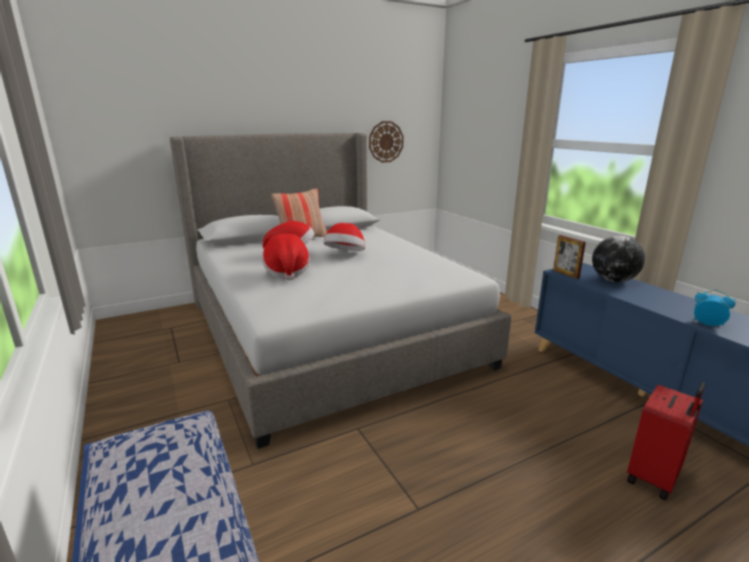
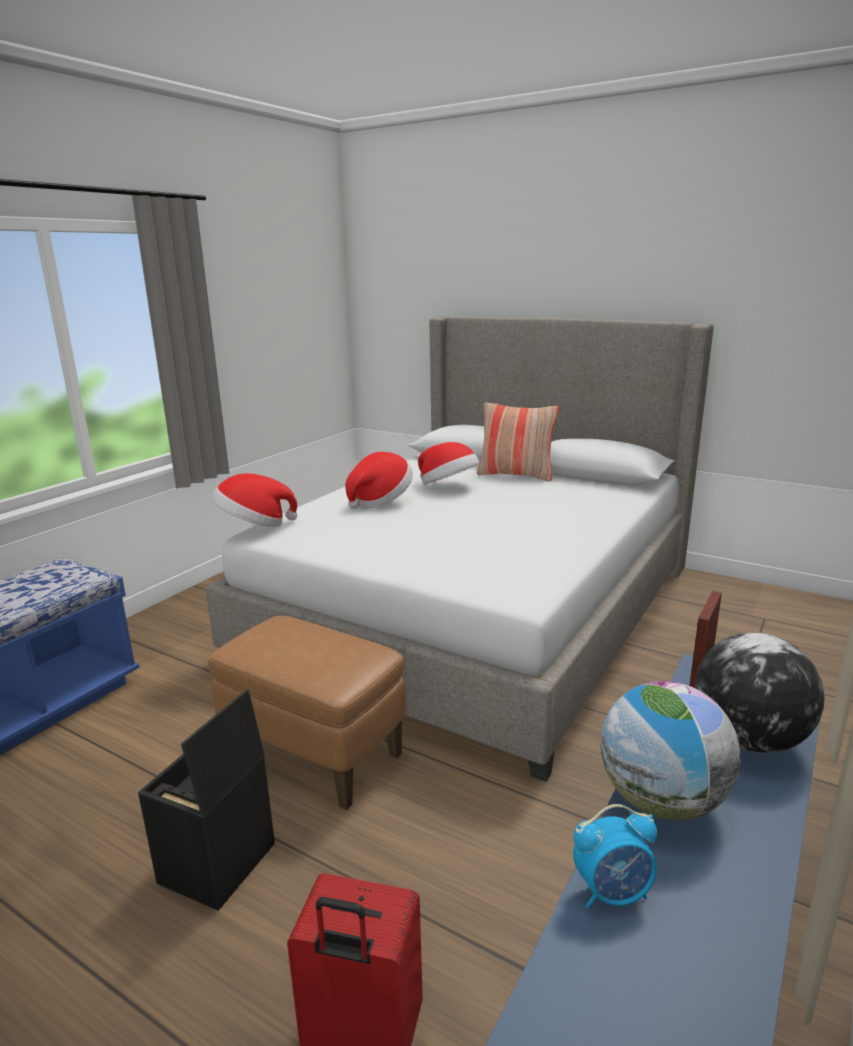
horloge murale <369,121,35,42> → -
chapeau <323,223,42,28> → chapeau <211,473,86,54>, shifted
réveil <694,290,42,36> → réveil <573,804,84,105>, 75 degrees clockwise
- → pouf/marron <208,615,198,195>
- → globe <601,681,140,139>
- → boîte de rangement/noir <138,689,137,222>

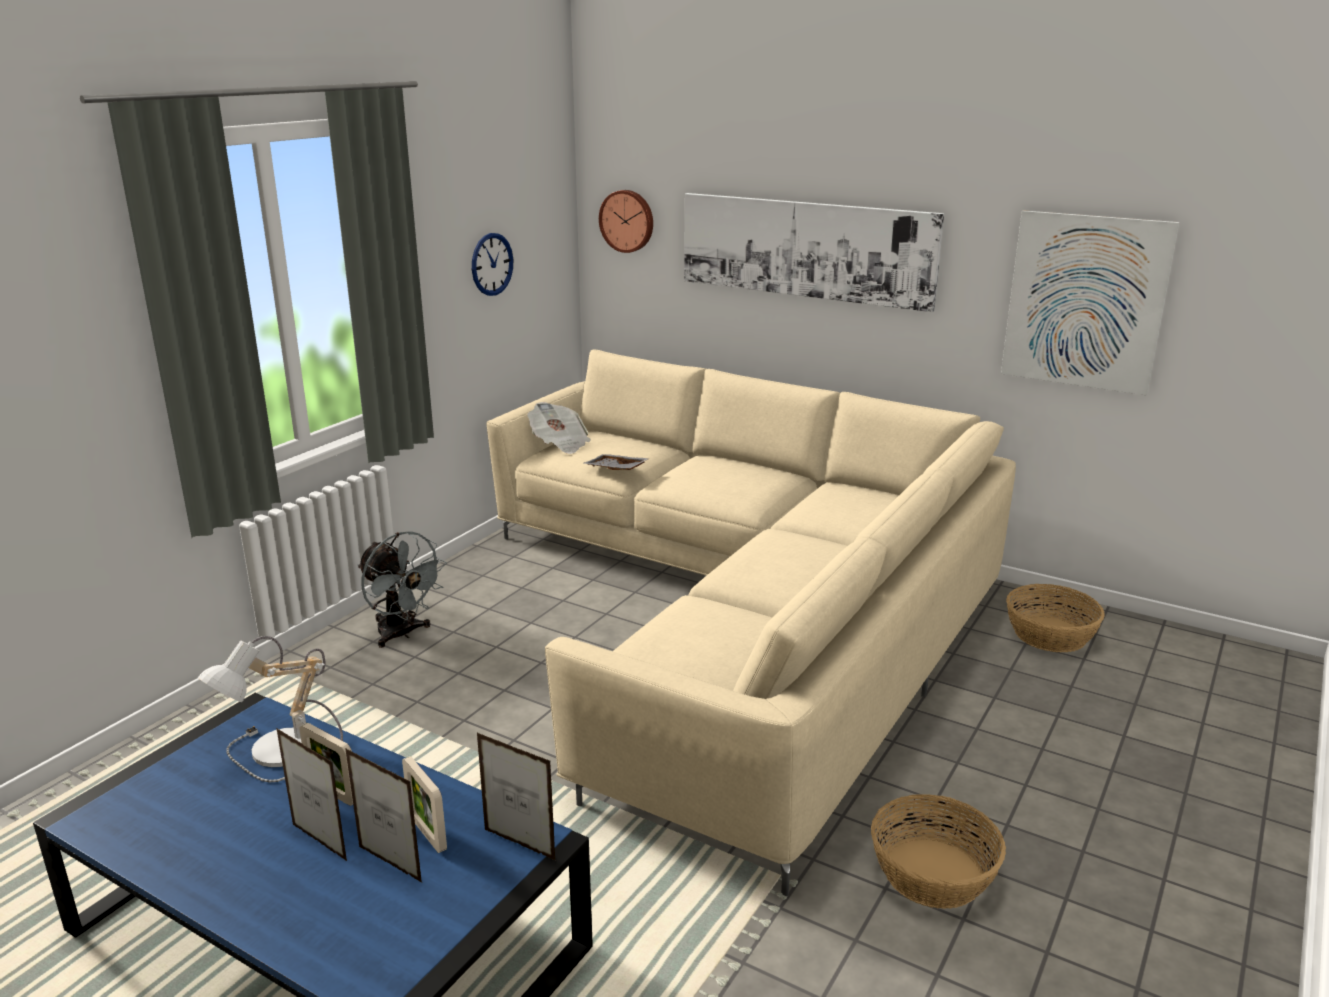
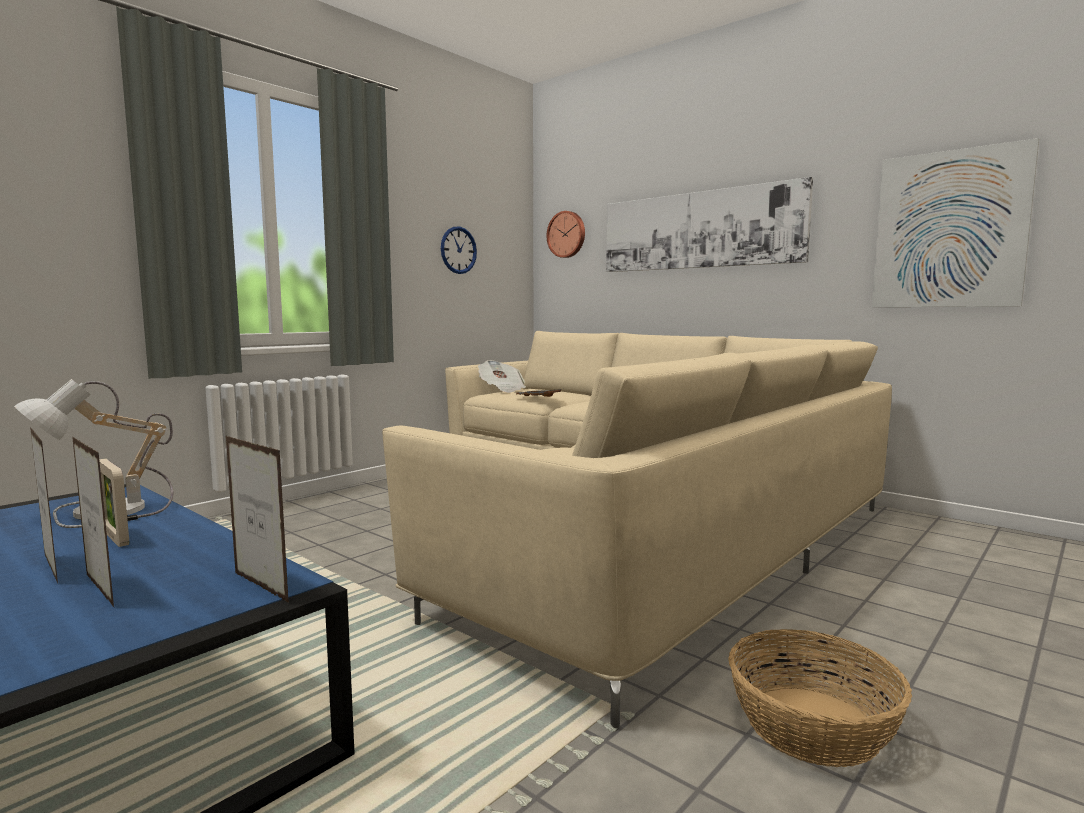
ventilateur/gris <358,531,89,117> → -
panier <1006,584,99,68> → -
cadre photo <402,756,45,97> → -

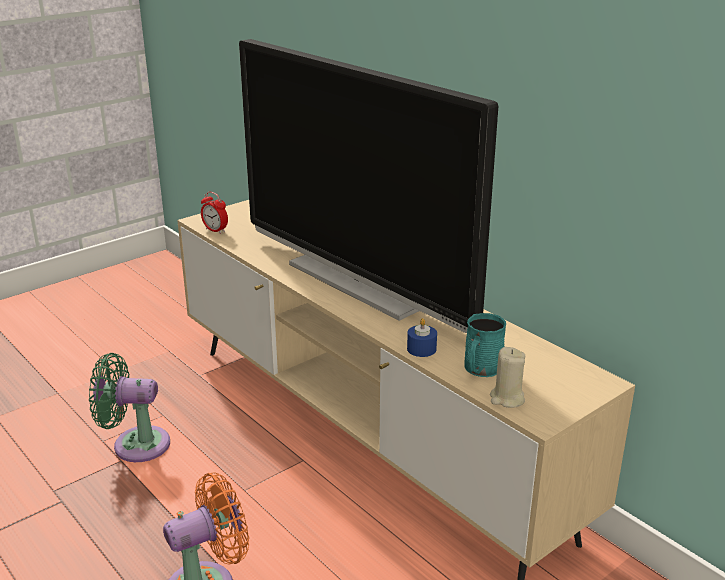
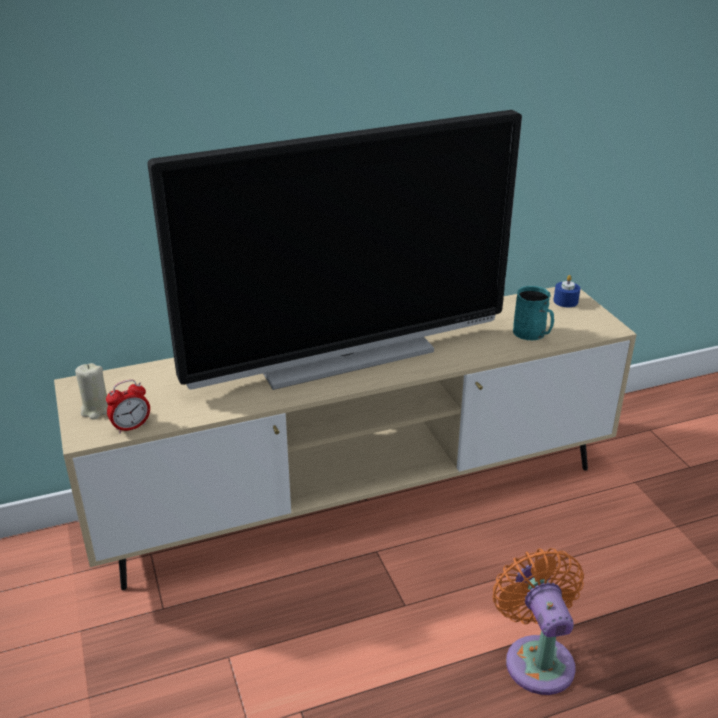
bougie/bleu <407,318,30,39> → bougie/bleu <553,275,27,32>, shifted
bougie/beige <490,347,35,61> → bougie/beige <75,363,33,57>, shifted
ventilateur/vert <89,353,81,109> → -

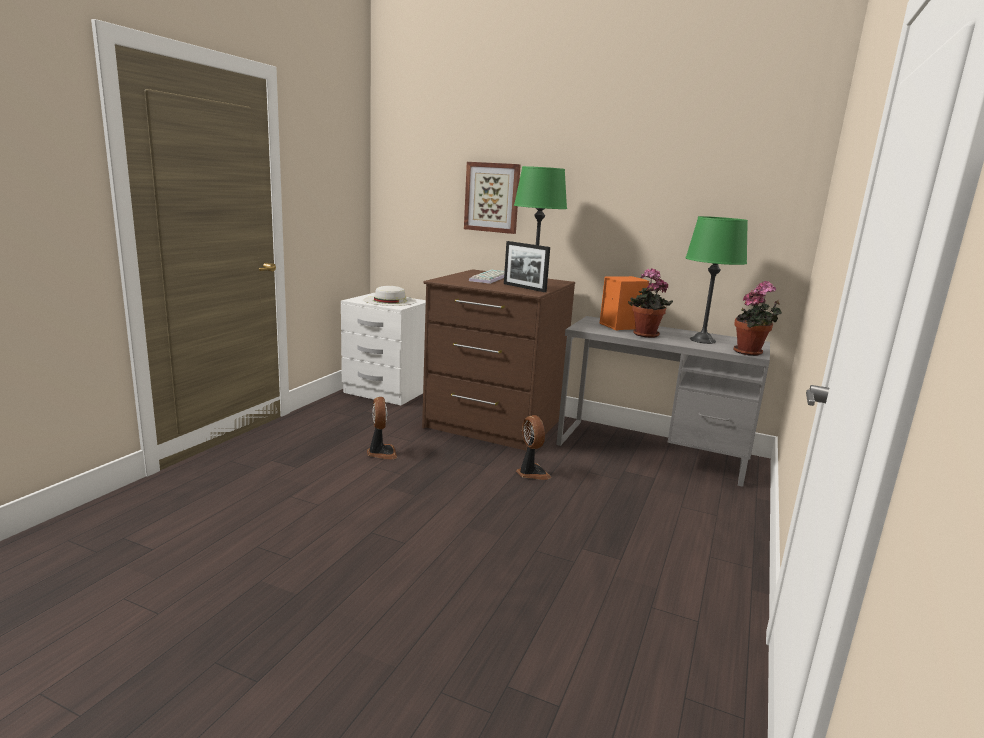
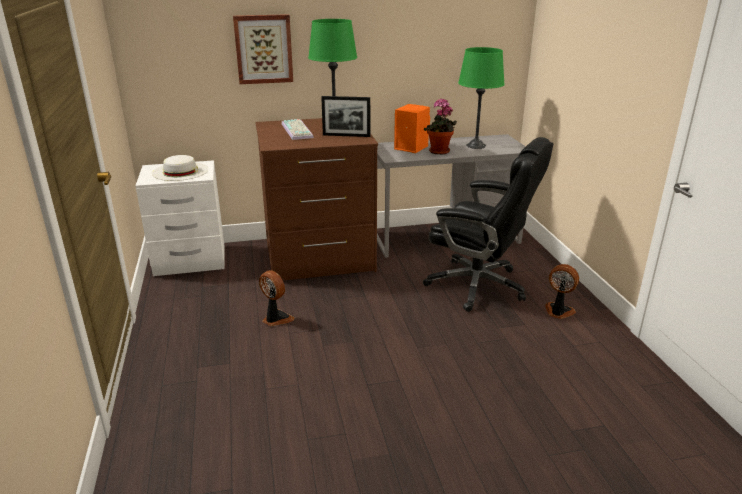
plante en pot <733,281,49,75> → -
ventilateur <516,415,35,65> → ventilateur <545,264,34,55>, shifted
- → chaise de bureau/noir <423,137,130,175>

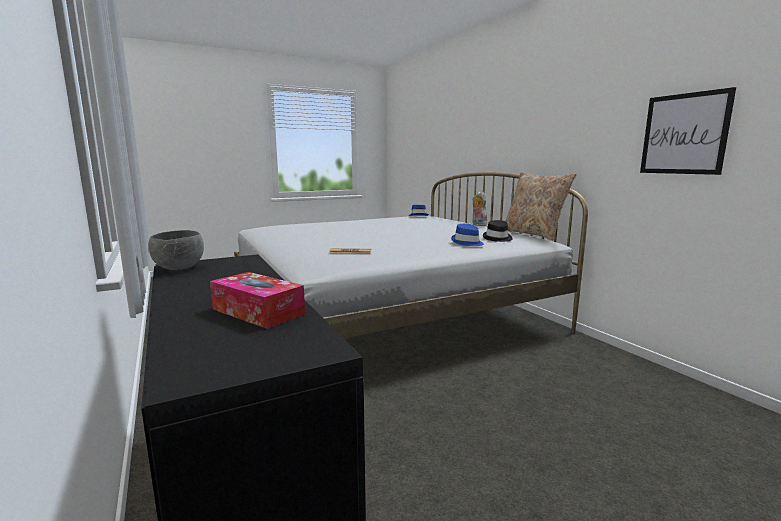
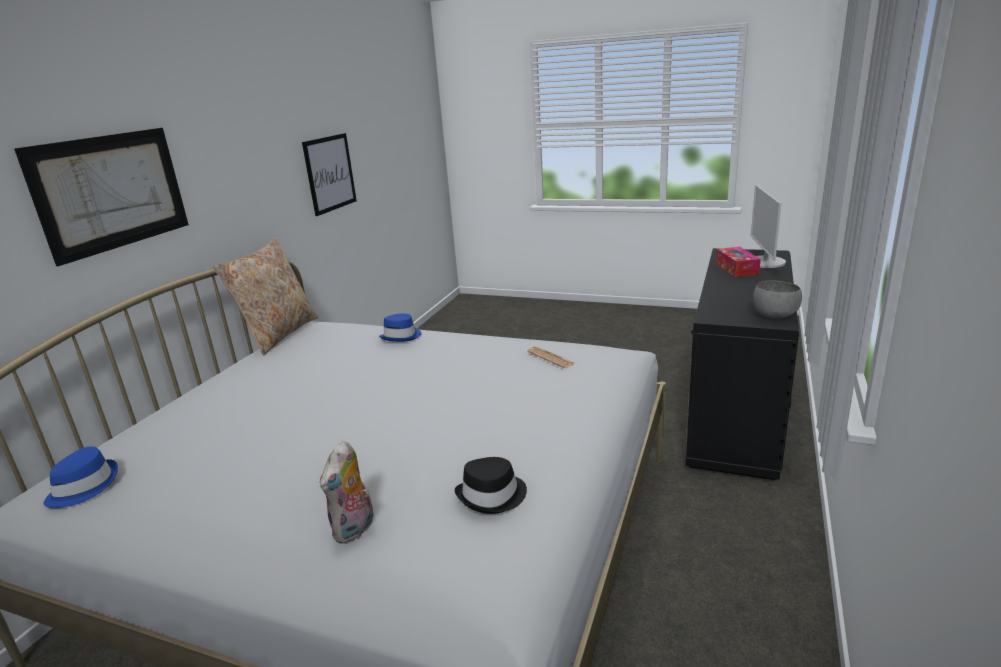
peluche <473,192,14,34> → peluche <320,441,54,103>, shifted
chapeau/noir <483,220,29,22> → chapeau/noir <455,457,72,57>, shifted
- → tableau <14,128,175,138>
- → écran d'ordinateur <751,185,35,83>

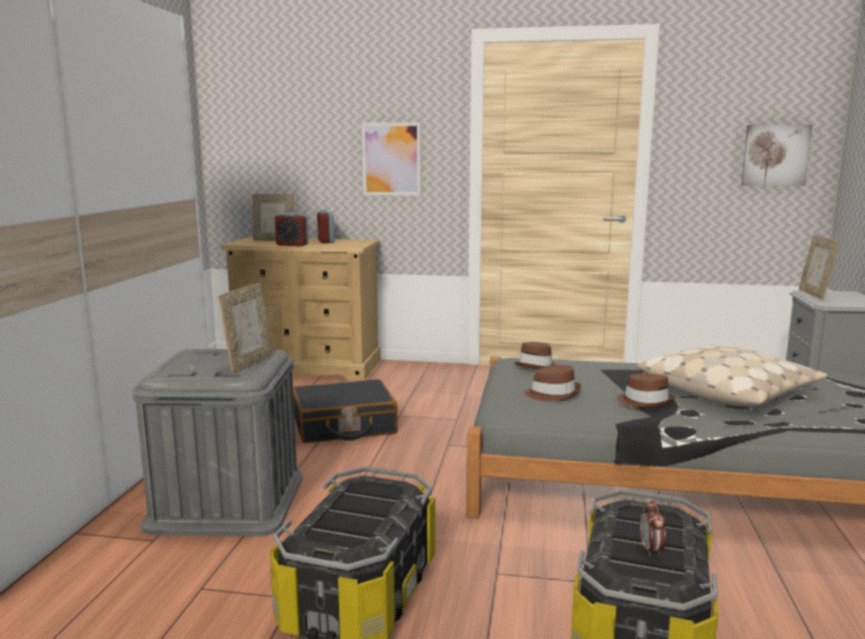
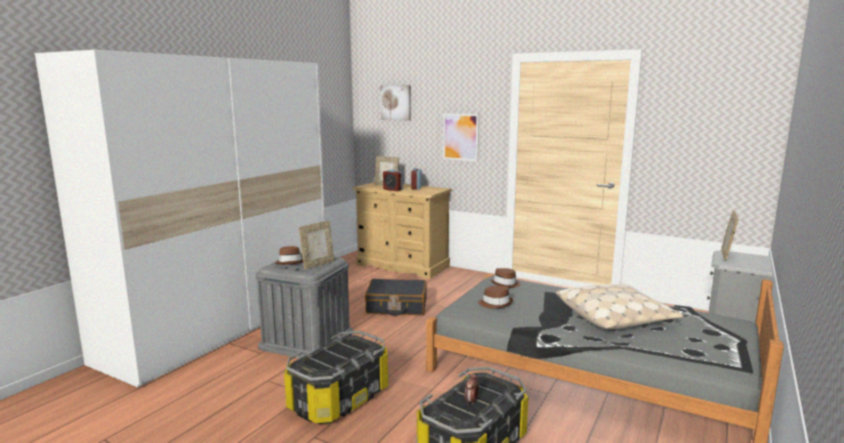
tableau <741,125,72,61> → tableau <380,85,31,35>, shifted
chapeau/marron <617,373,58,35> → chapeau/marron <275,246,28,19>, shifted

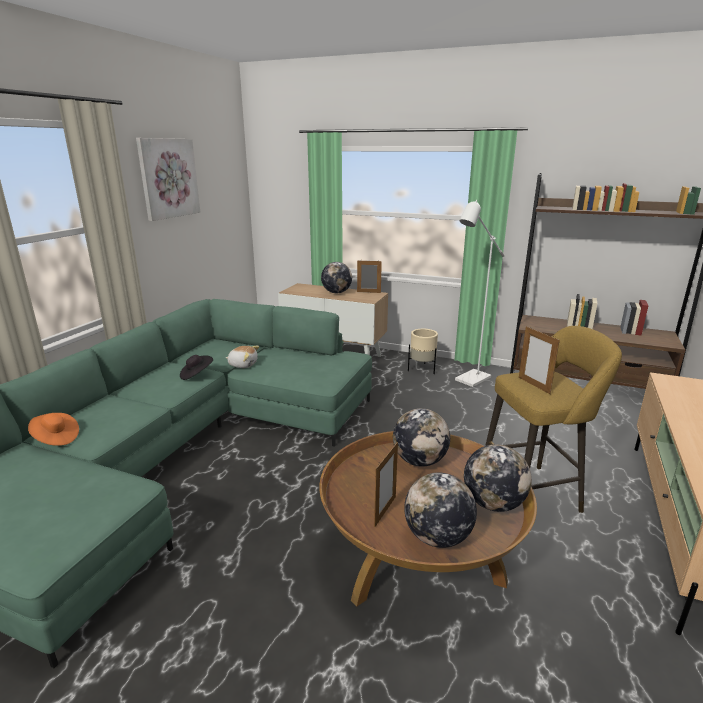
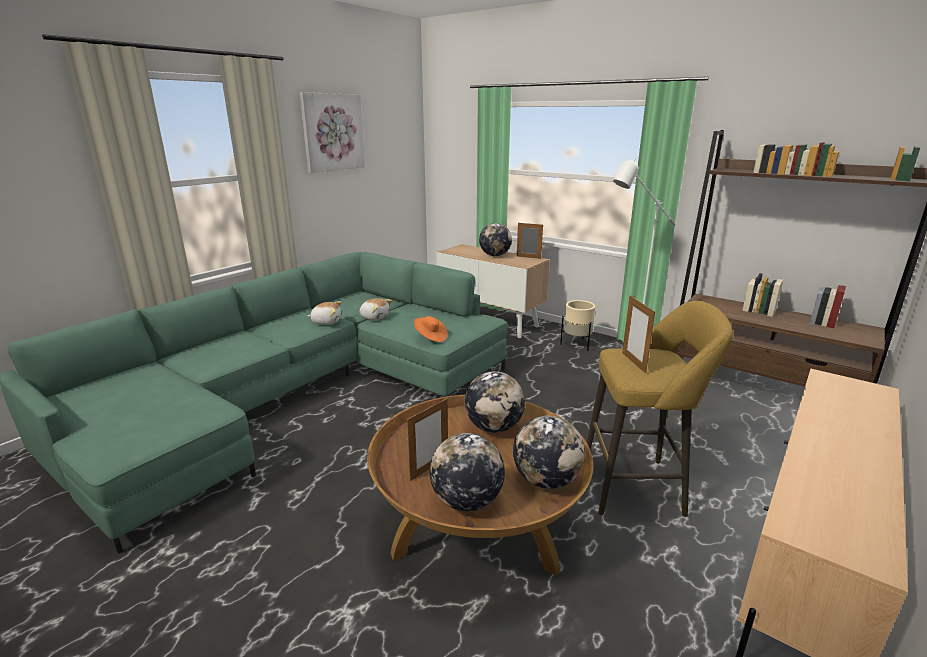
chapeau/noir <180,355,33,25> → peluche <307,301,35,24>
chapeau/orange <28,413,51,33> → chapeau/orange <414,316,34,26>, shifted

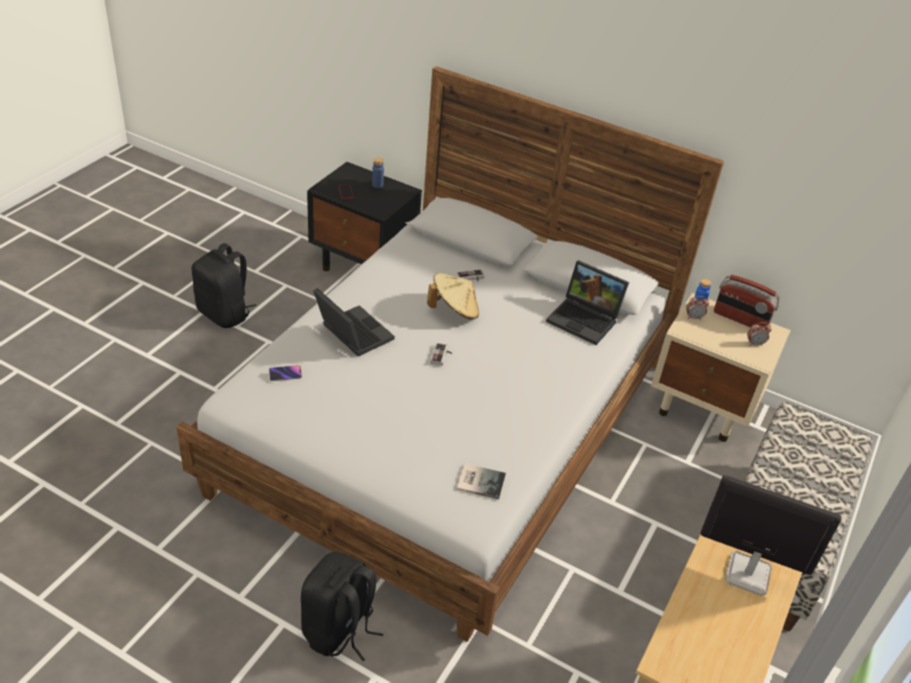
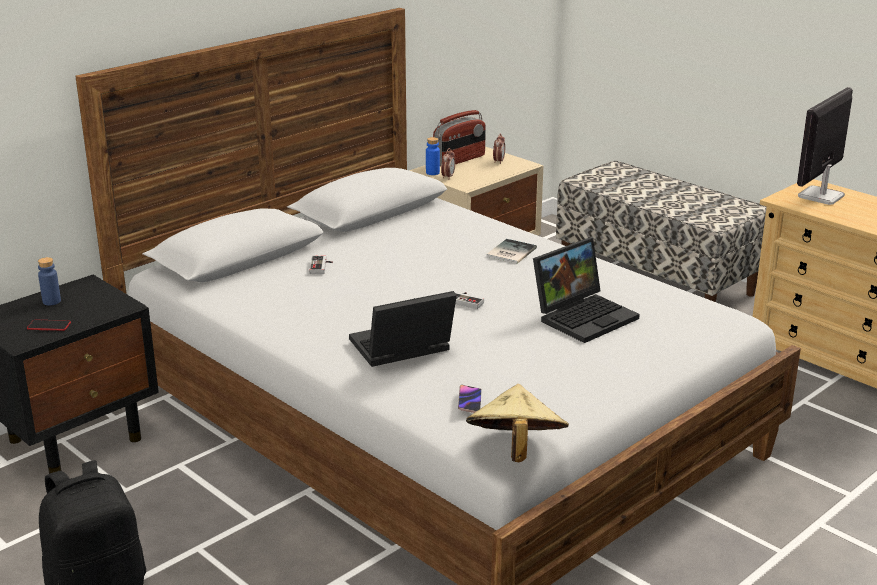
ordinateur portable <546,260,83,85> → ordinateur portable <533,238,107,105>, shifted
chapeau/beige <427,273,52,47> → chapeau/beige <466,384,103,78>, shifted
livre <457,463,49,36> → livre <486,239,51,25>, shifted
sac à dos/noir <301,551,82,110> → -

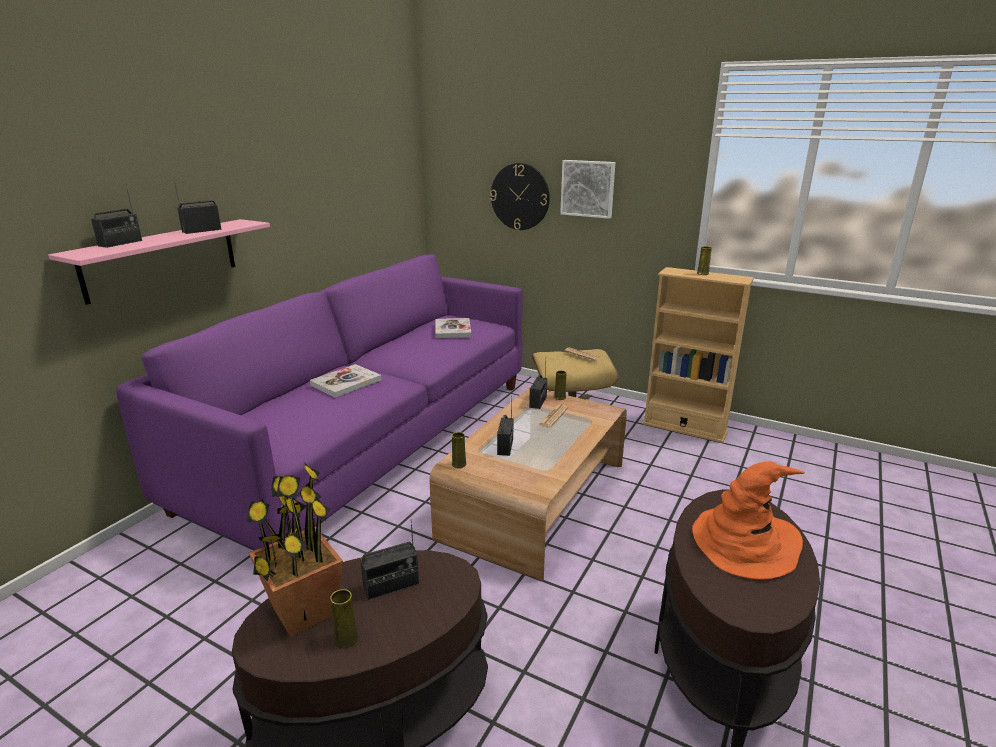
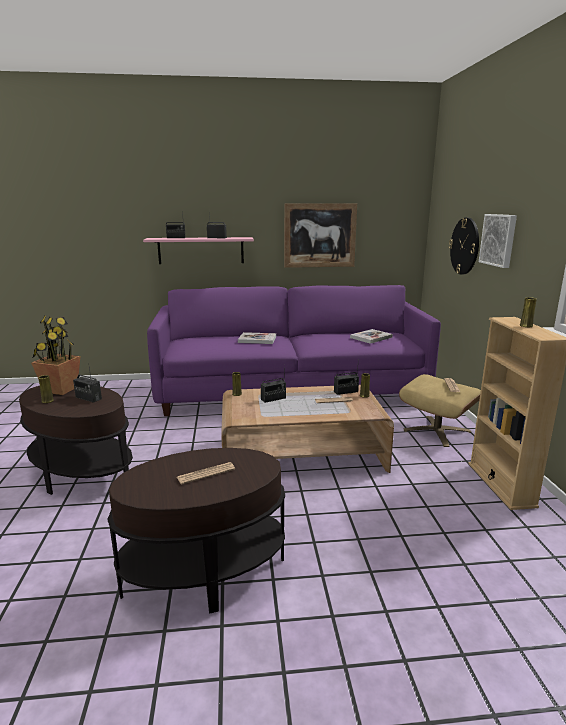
chapeau/orange <692,462,113,117> → journal <177,462,58,23>
- → tableau <284,204,73,64>

